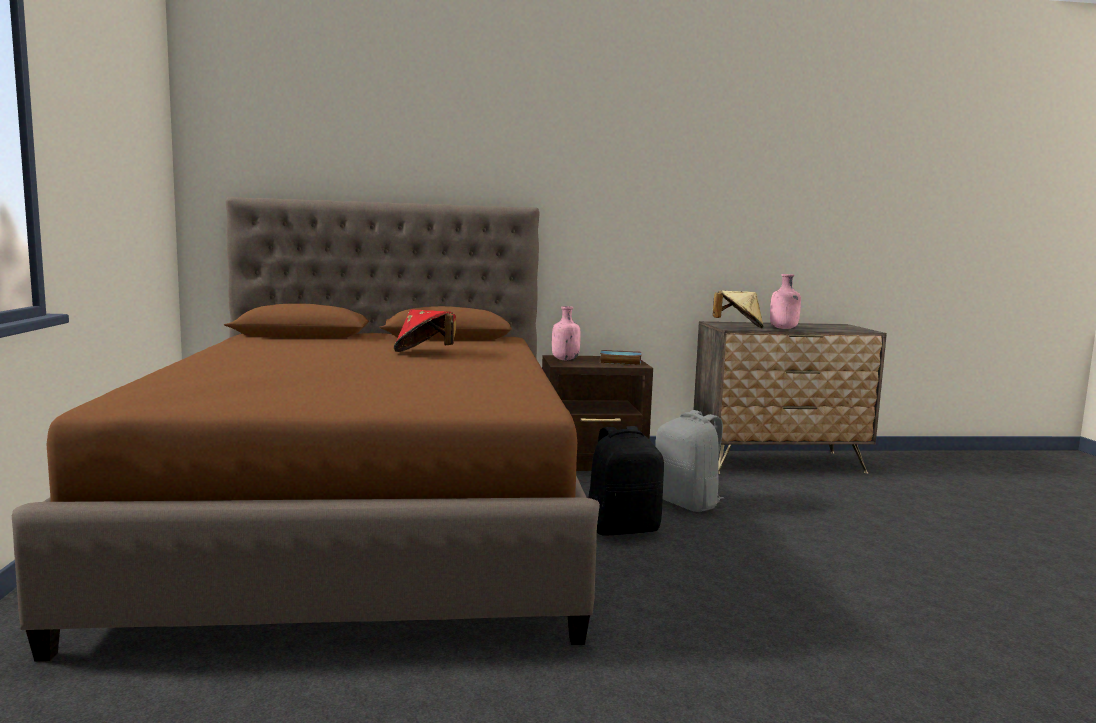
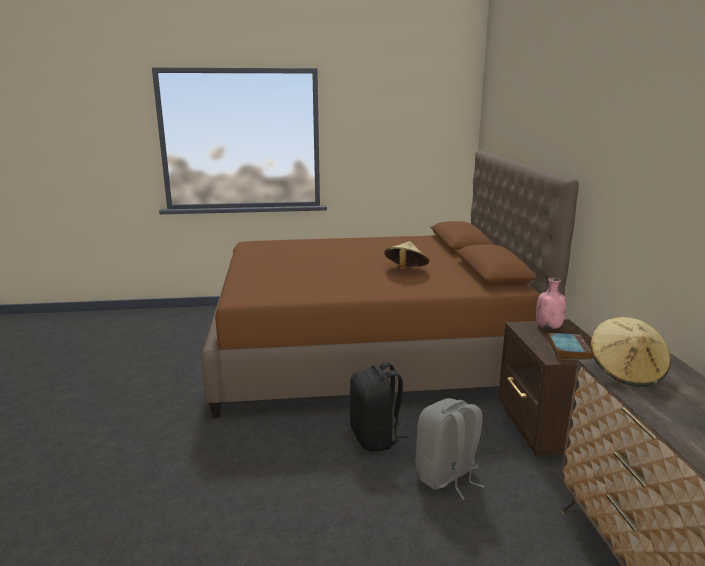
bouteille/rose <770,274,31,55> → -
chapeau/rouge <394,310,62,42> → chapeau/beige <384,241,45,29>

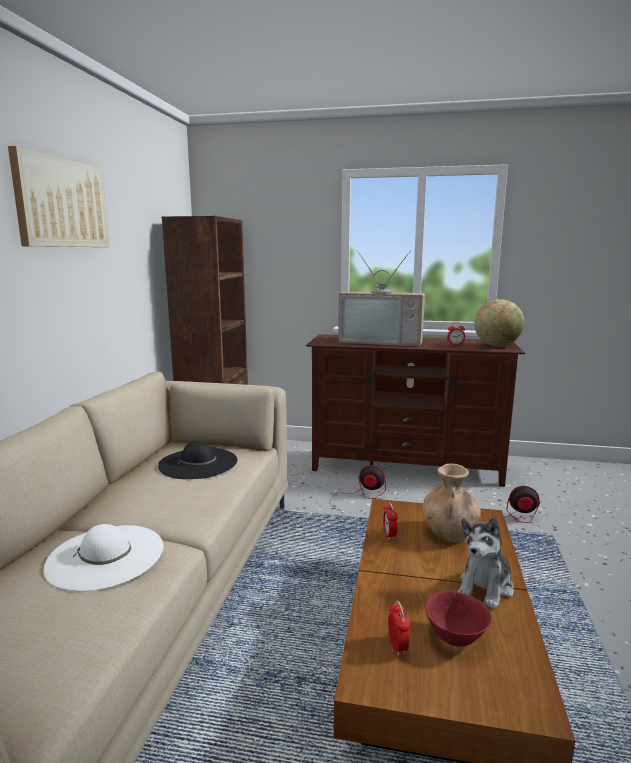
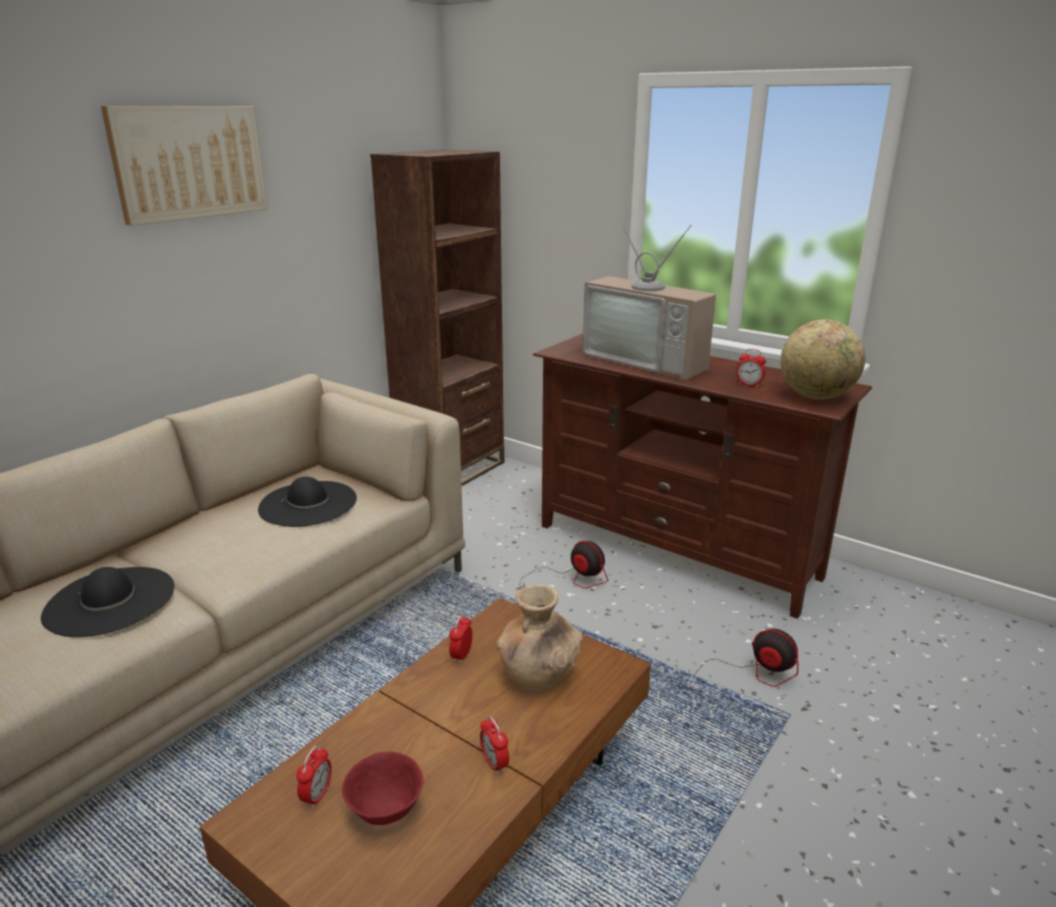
peluche <458,517,56,92> → réveil <480,716,29,59>
chapeau/blanc <43,524,120,67> → chapeau/noir <41,567,133,70>

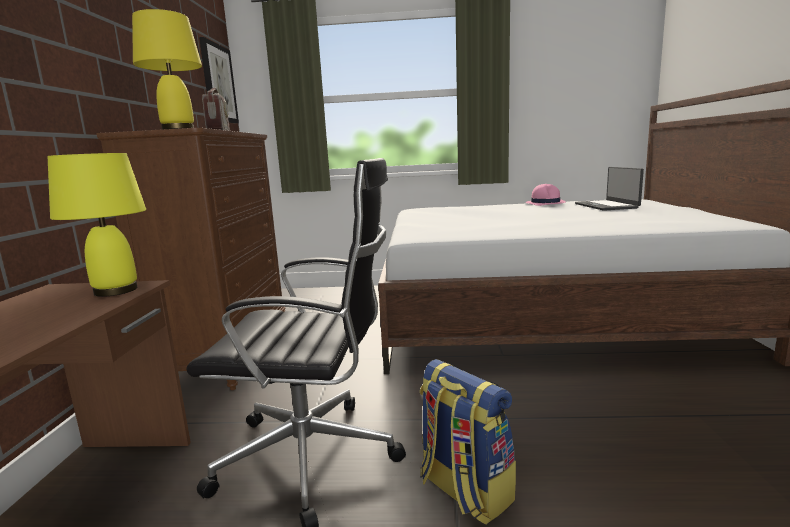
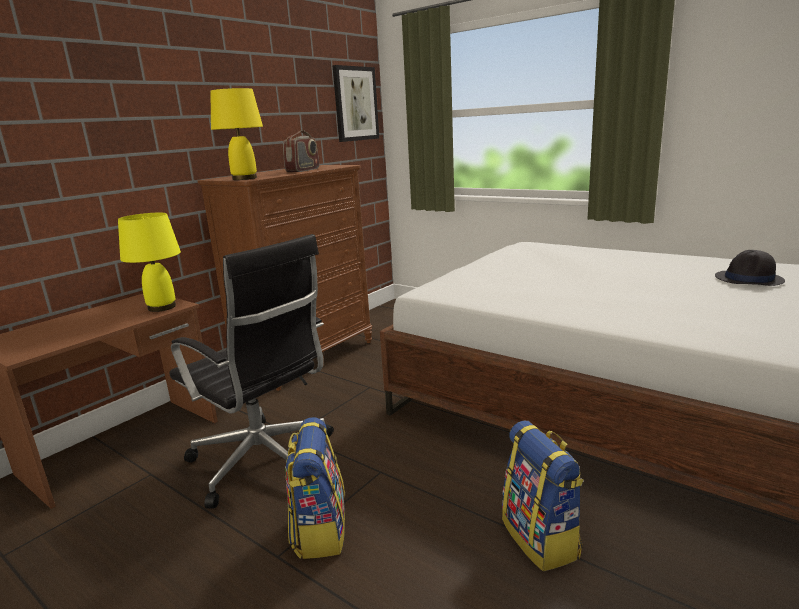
ordinateur portable <575,167,69,44> → chapeau/noir <715,250,70,36>
chapeau/rose <526,184,40,22> → -
- → sac à dos <502,421,82,151>

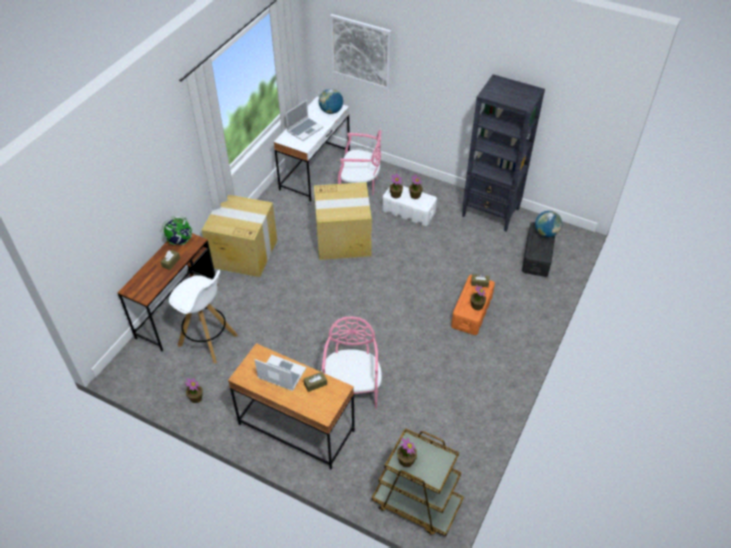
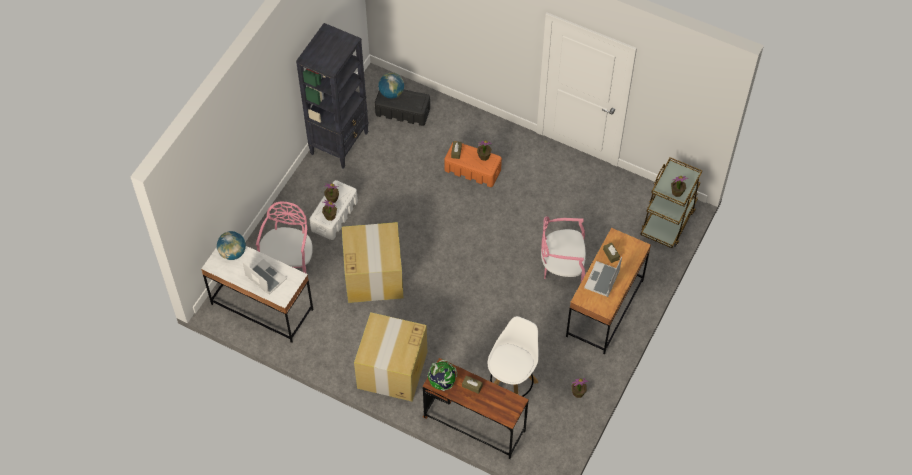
tableau <330,14,61,76> → -

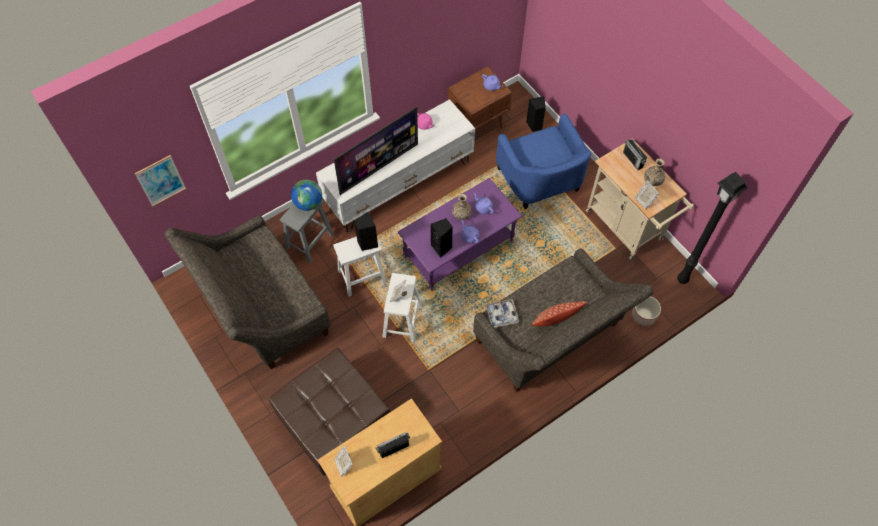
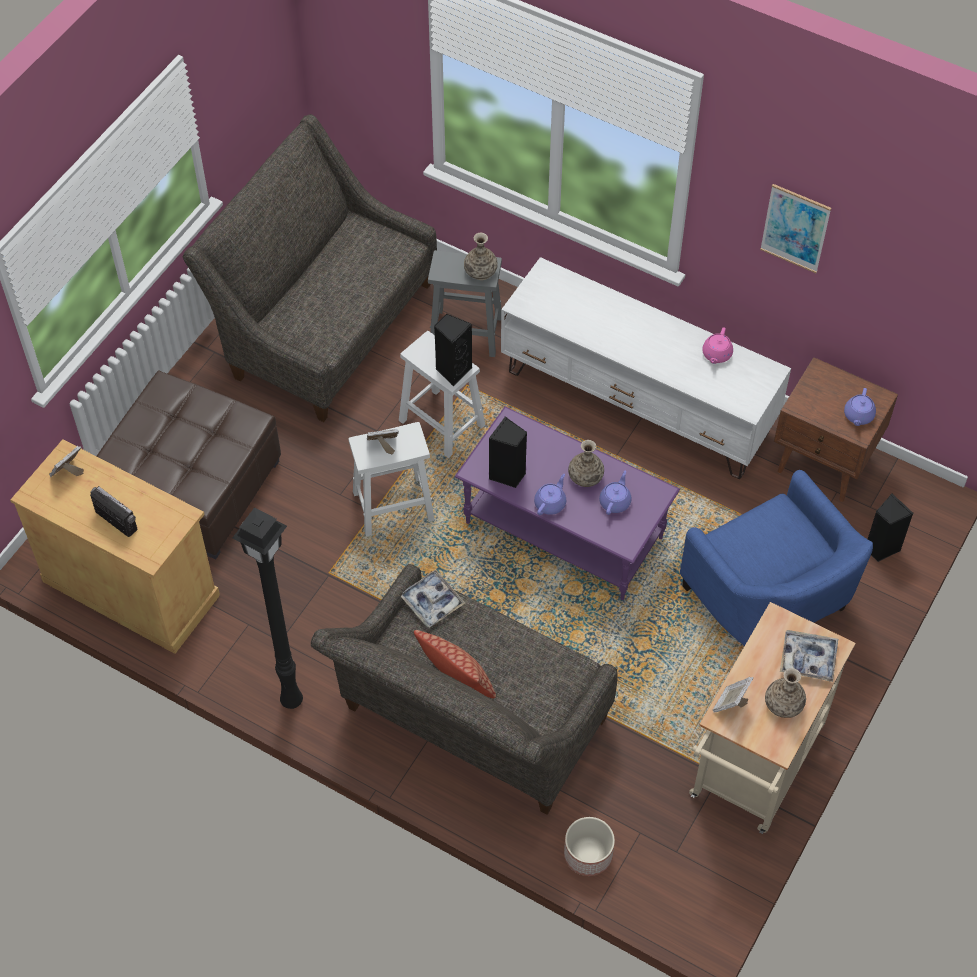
téléviseur <334,107,84,88> → -
fauteuil/bleu <496,114,95,95> → fauteuil/bleu <680,470,193,176>, 75 degrees counterclockwise
radio <623,139,24,31> → plateau <780,630,58,52>
tableau <135,155,51,51> → tableau <760,184,71,89>, shifted
lampadaire/noir <677,172,71,112> → lampadaire/noir <232,508,71,201>, shifted
globe <291,180,31,31> → vase <464,233,34,47>

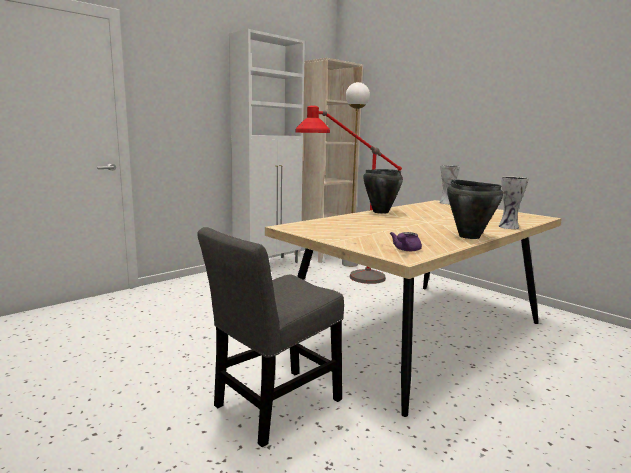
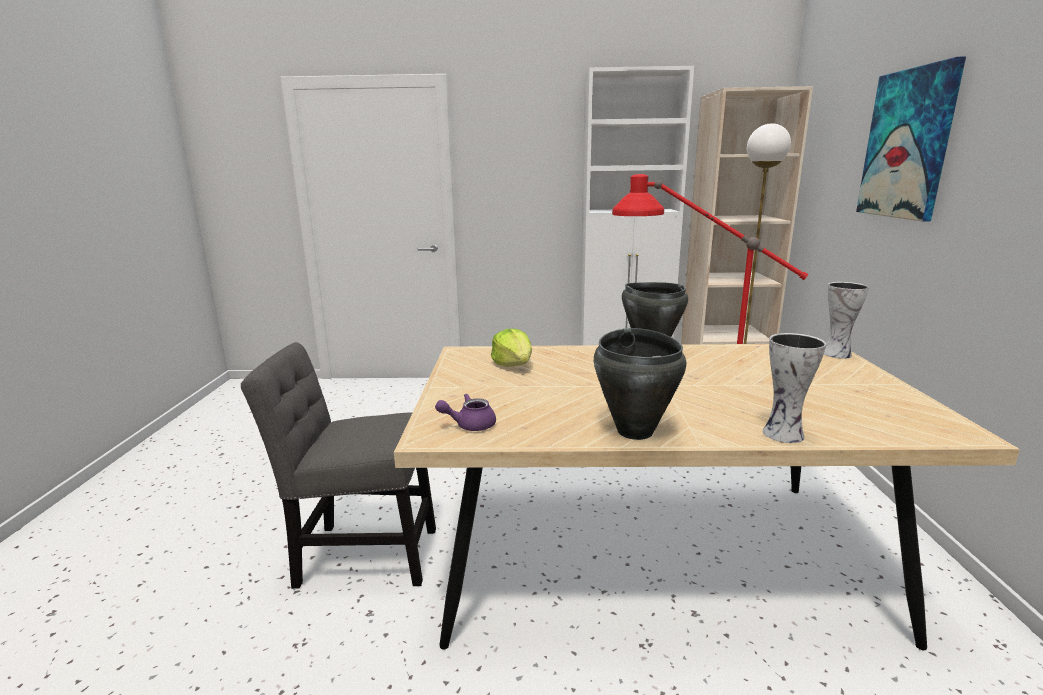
- → tableau <856,57,110,164>
- → laitue <491,329,41,38>

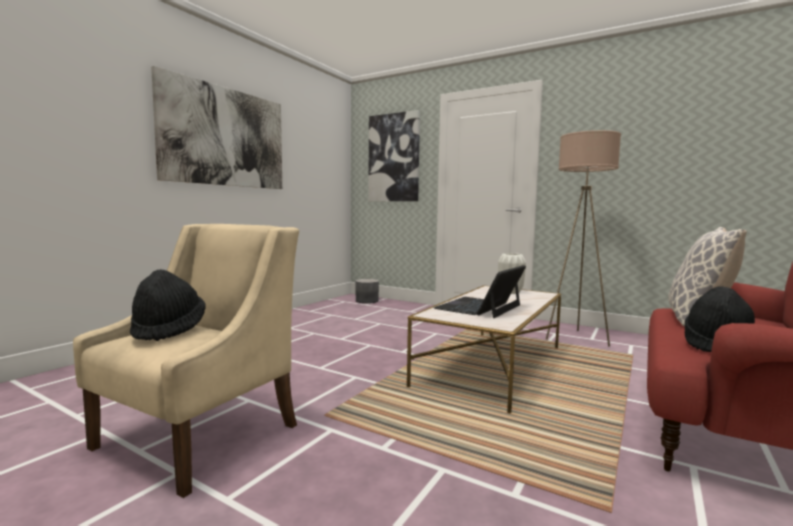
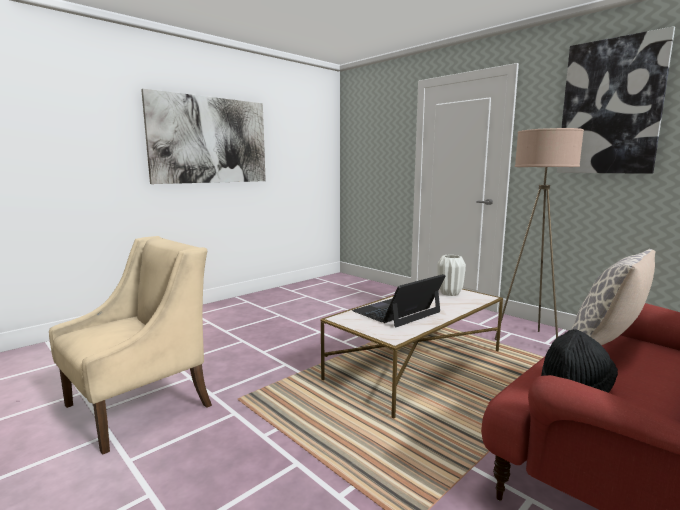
tableau <368,110,52,91> → tableau <557,26,118,148>, shifted
chapeau/noir <130,269,76,72> → -
cache-pot/gris <356,279,23,25> → -

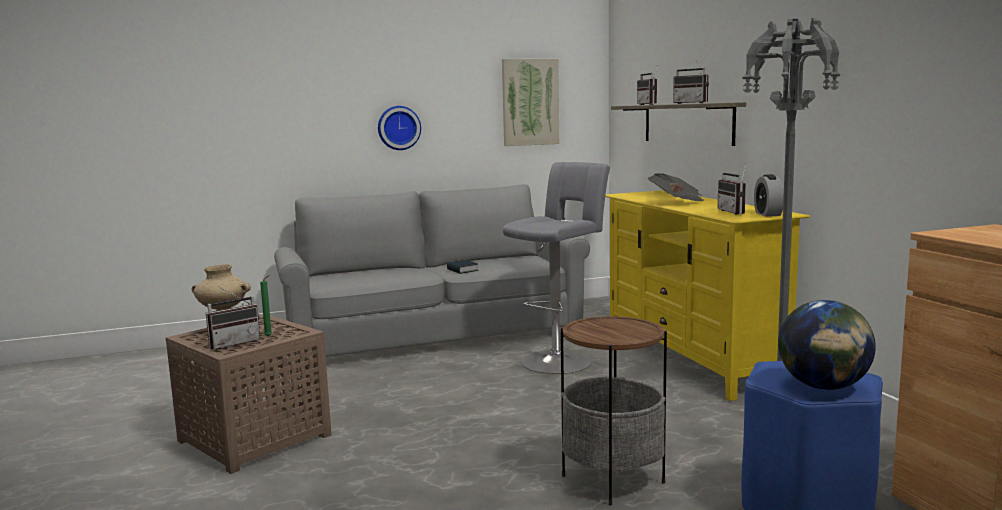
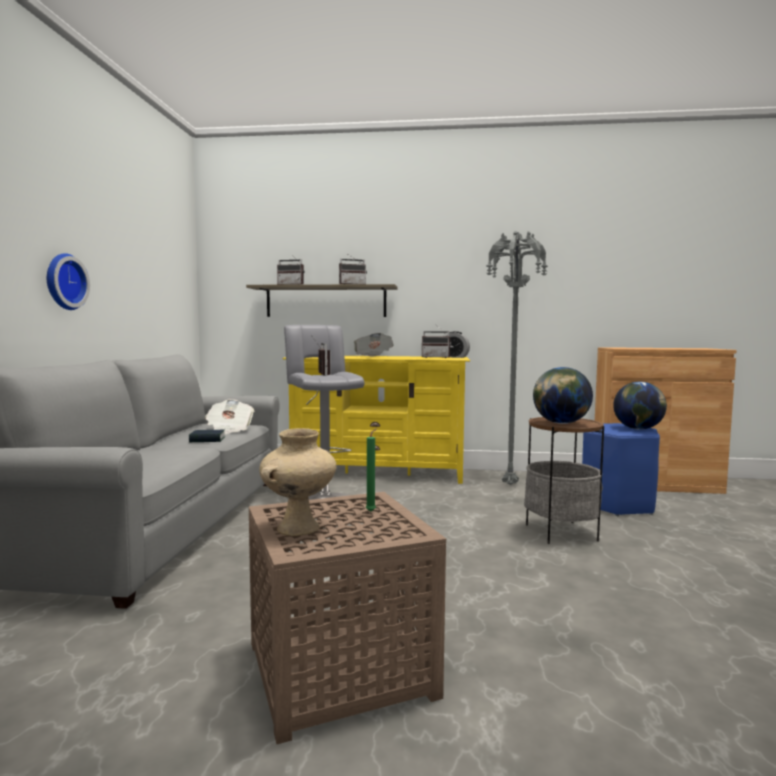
tableau <502,59,57,87> → -
radio <206,286,54,63> → radio <311,335,20,41>, shifted
- → globe <533,367,60,57>
- → journal <205,399,49,36>

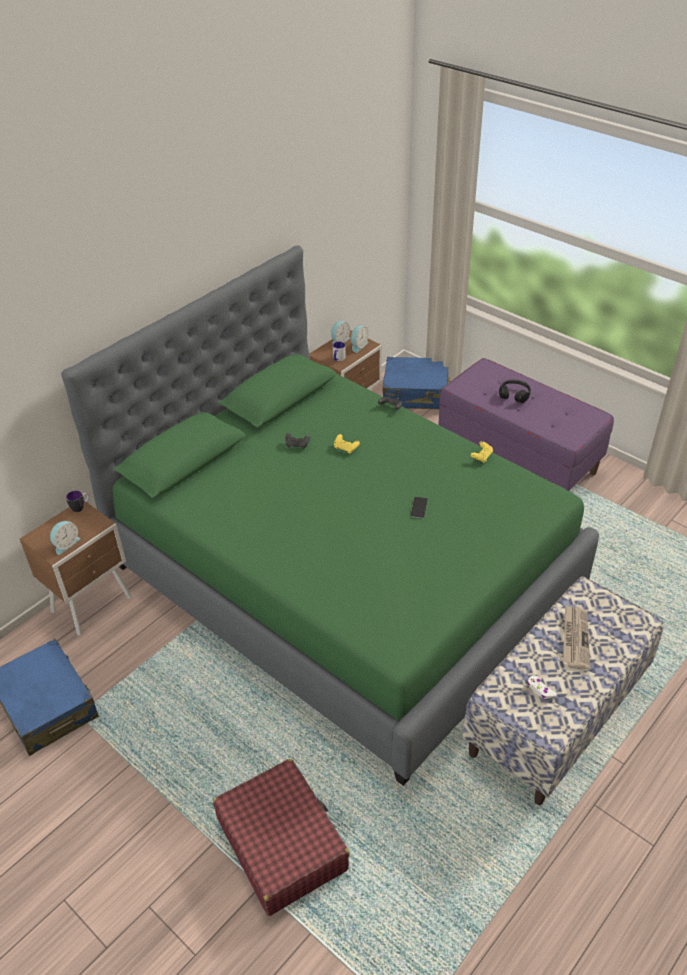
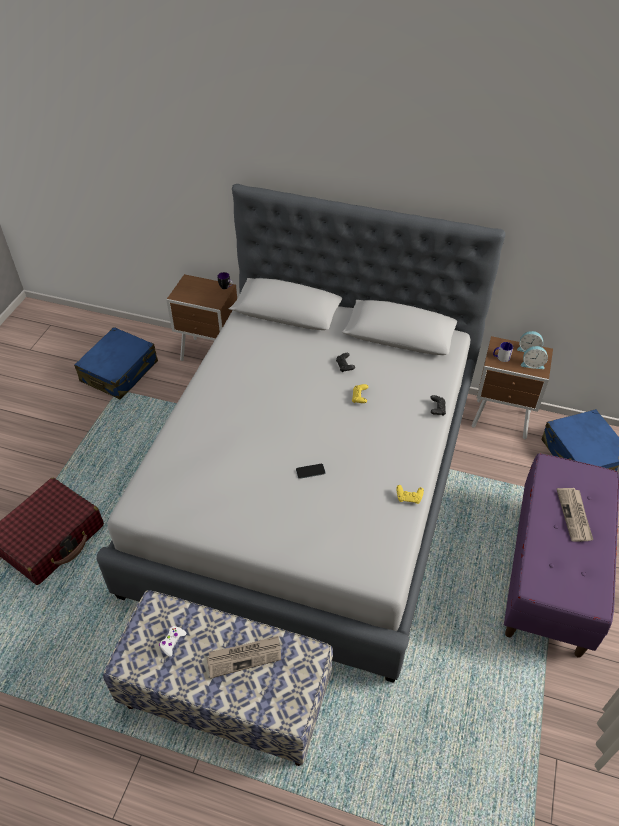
lit/vert <61,246,538,540> → lit/gris <97,184,408,499>
casque audio/noir <499,379,32,24> → journal <557,488,36,53>
réveil <50,521,30,34> → -

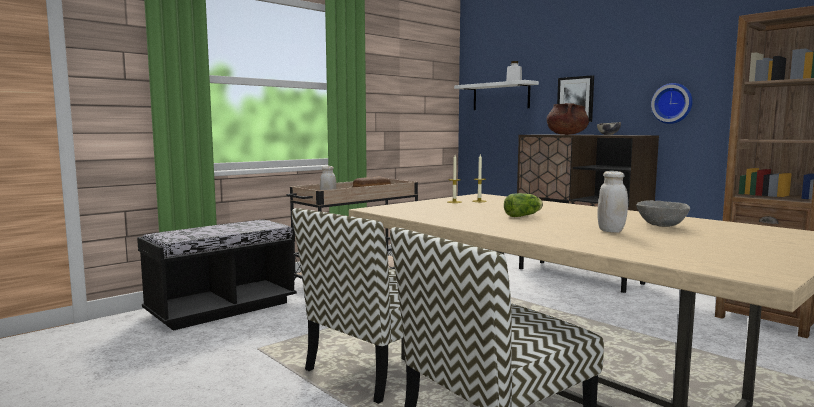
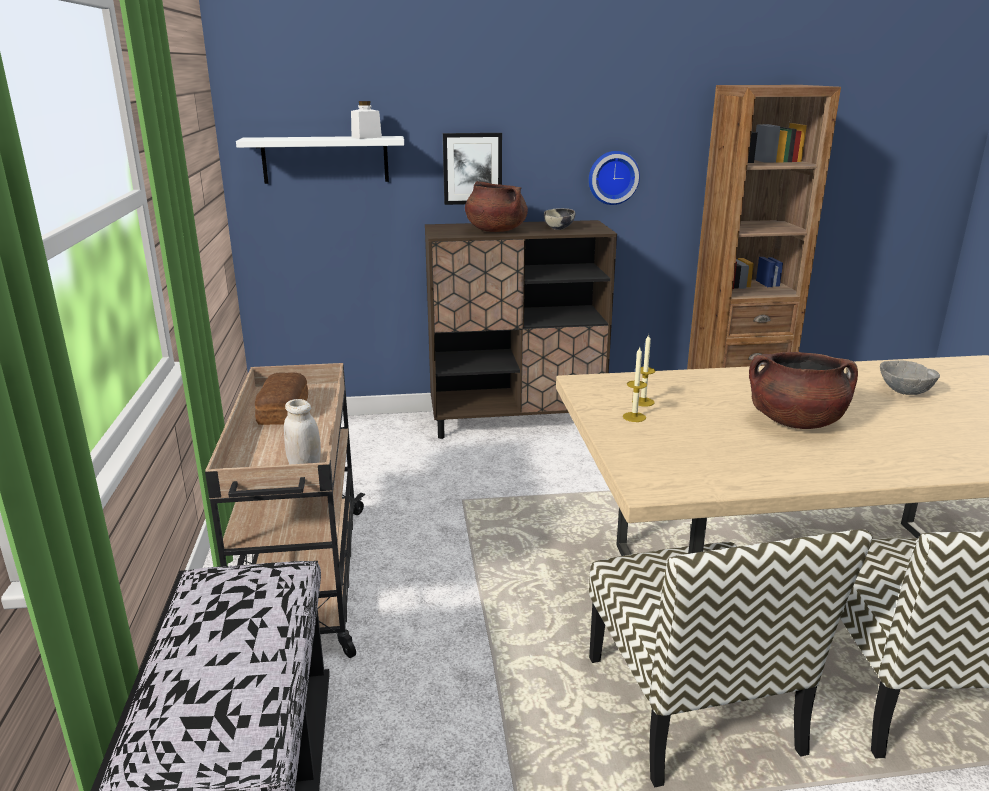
bocal/blanc <598,171,30,62> → -
laitue <504,193,39,24> → marmite/marron <749,352,109,77>

